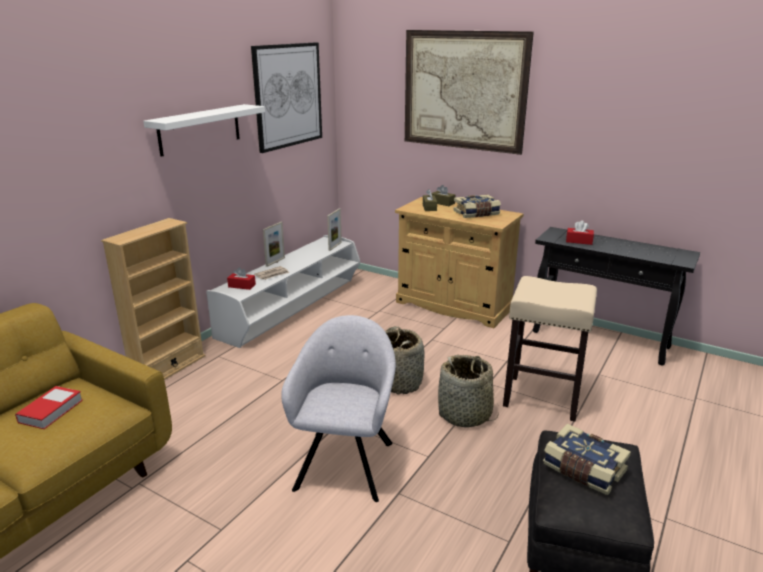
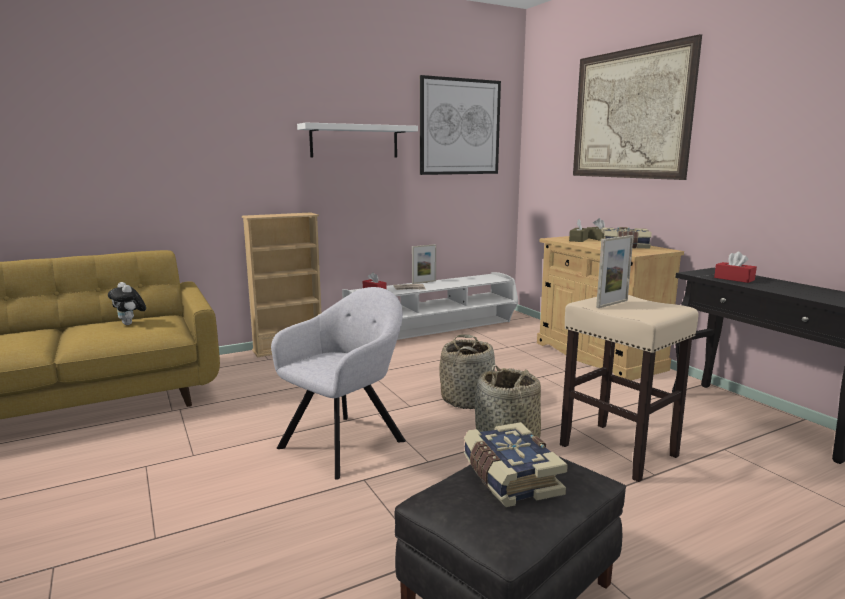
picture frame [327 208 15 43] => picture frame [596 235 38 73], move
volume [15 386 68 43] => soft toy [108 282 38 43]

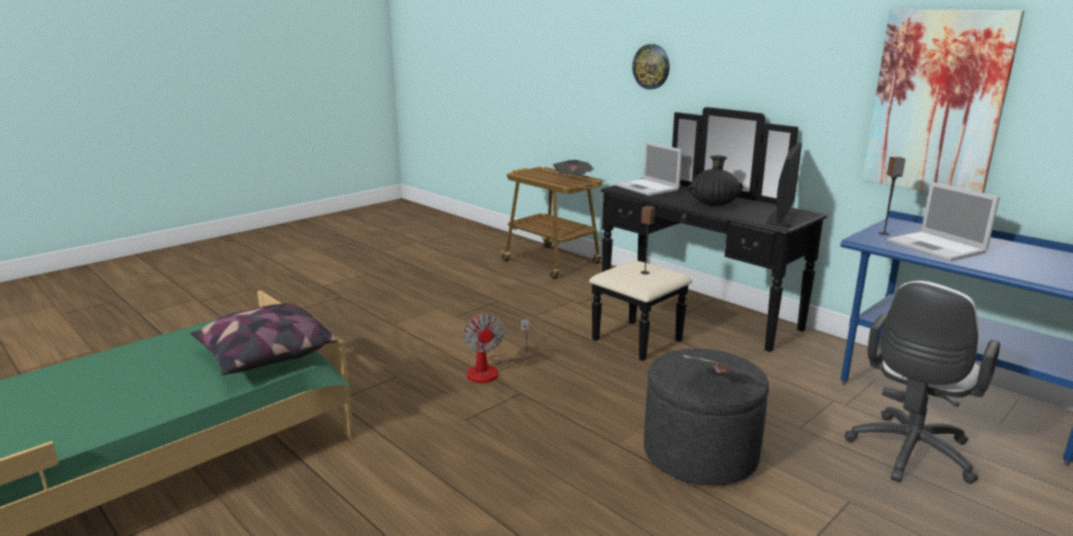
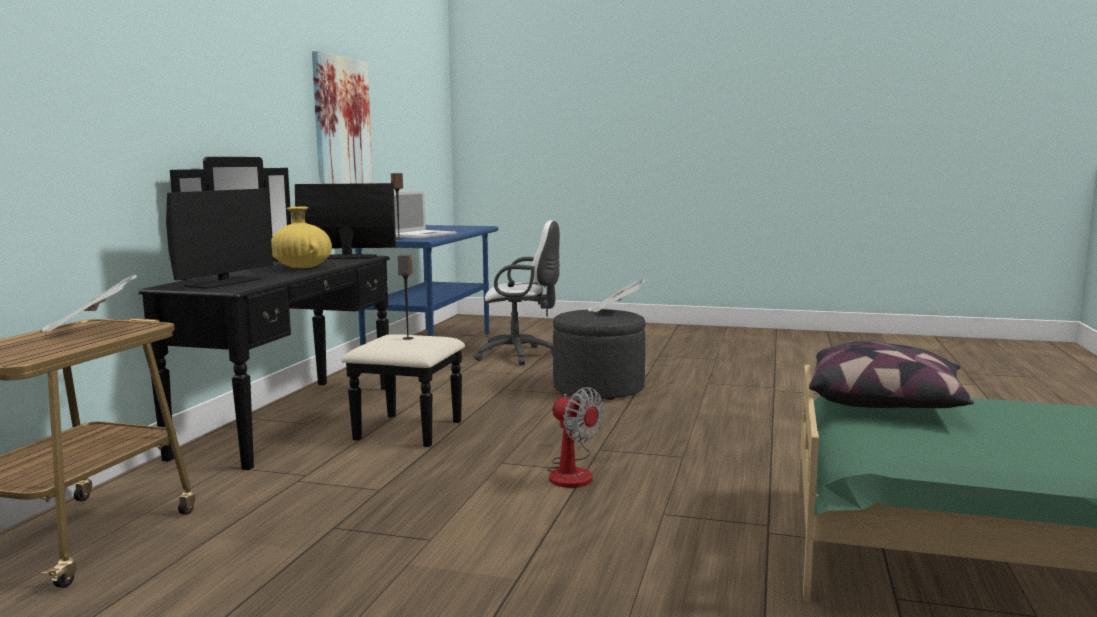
wall clock [632 44 37 46] => nothing
portable computer [615 142 67 54] => computer display [166 188 107 101]
black-coloured vase [687 155 56 51] => yellow vase [271 207 61 61]
fan [463 314 66 69] => fan [547 387 57 101], 90 degrees clockwise

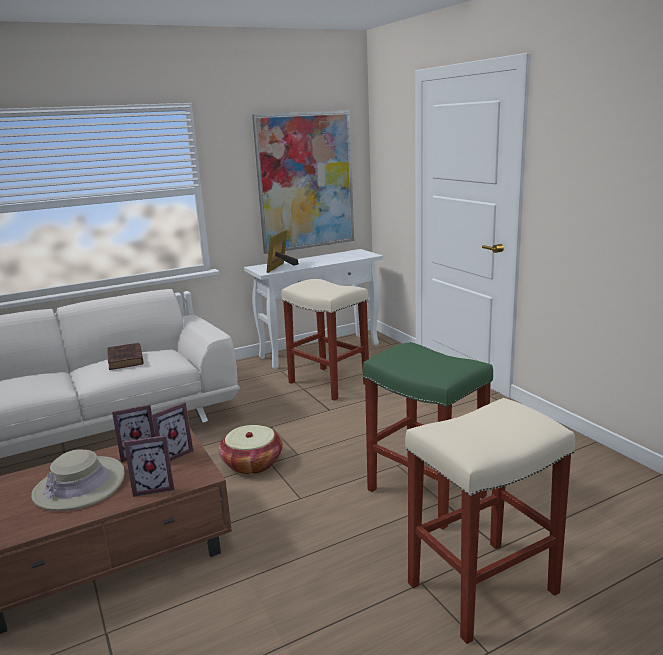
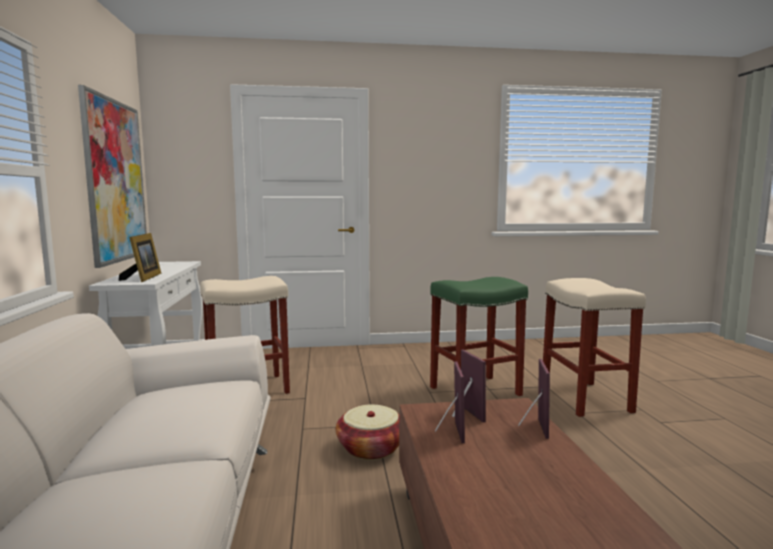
beige-coloured clothing hat [31 449 94 62] => nothing
brown volume [107 343 36 27] => nothing
picture frame [267 230 32 43] => picture frame [119 233 42 49], 135 degrees counterclockwise

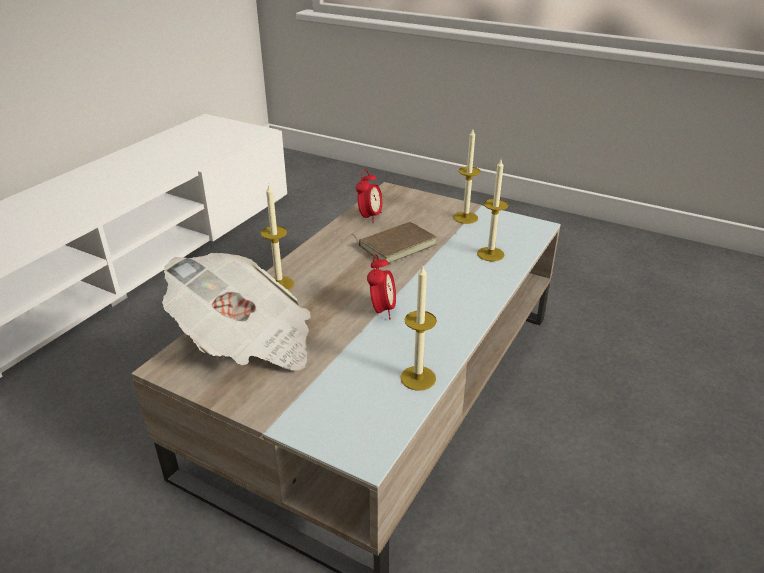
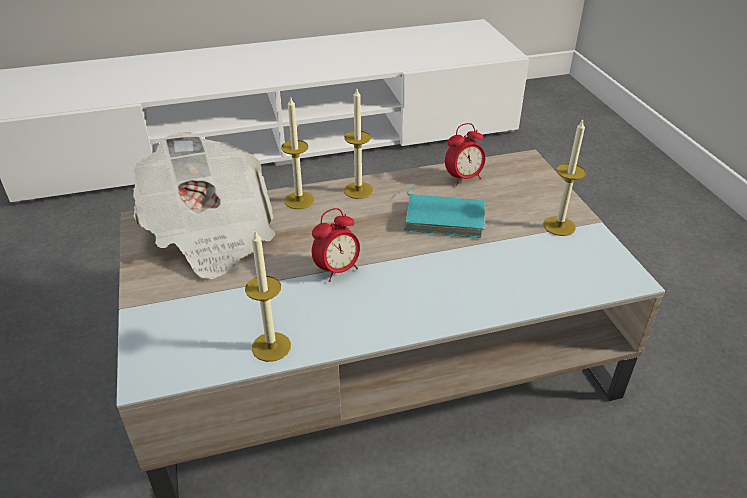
wax light [477 160 31 101] => wax light [344 89 29 110], move
brown volume [351 222 86 42] => blue-green volume [403 186 82 52]

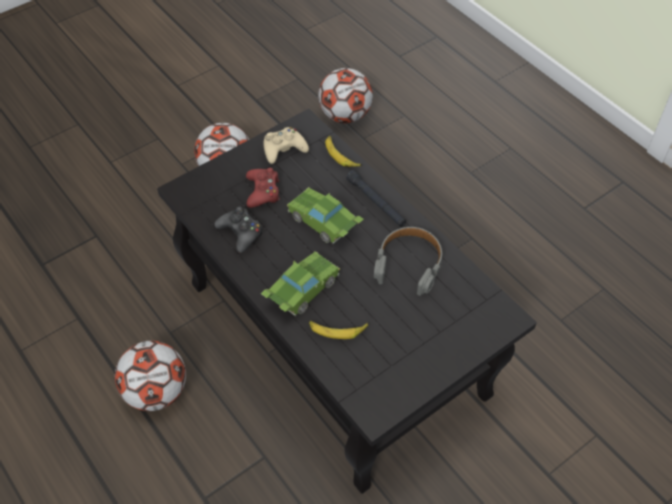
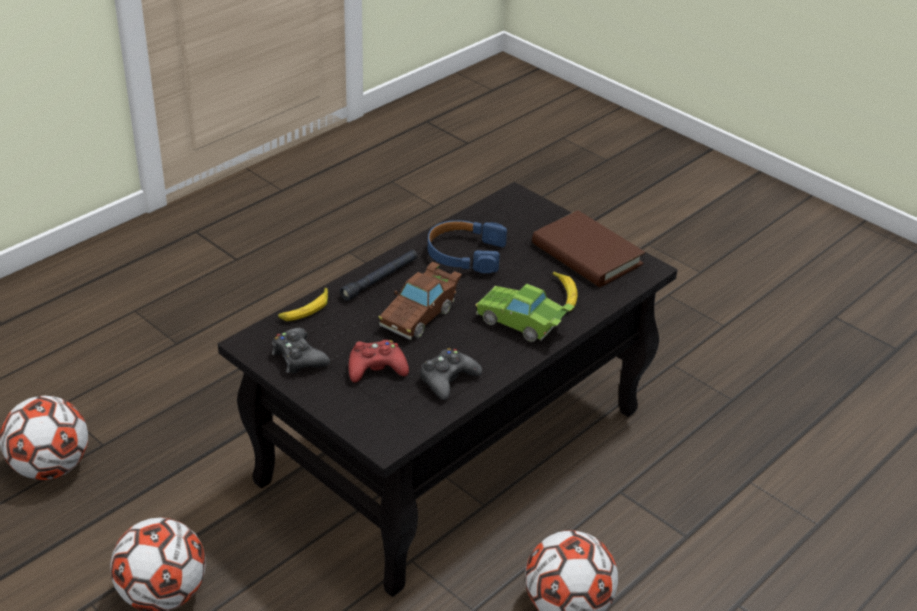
nothing => brown volume [532 210 113 77]
beige-coloured gamepad [263 127 46 37] => black-coloured gamepad [272 328 58 45]
green toy car [287 187 77 57] => brown toy car [378 262 84 78]
gray headset [374 227 68 69] => blue headset [428 220 79 54]

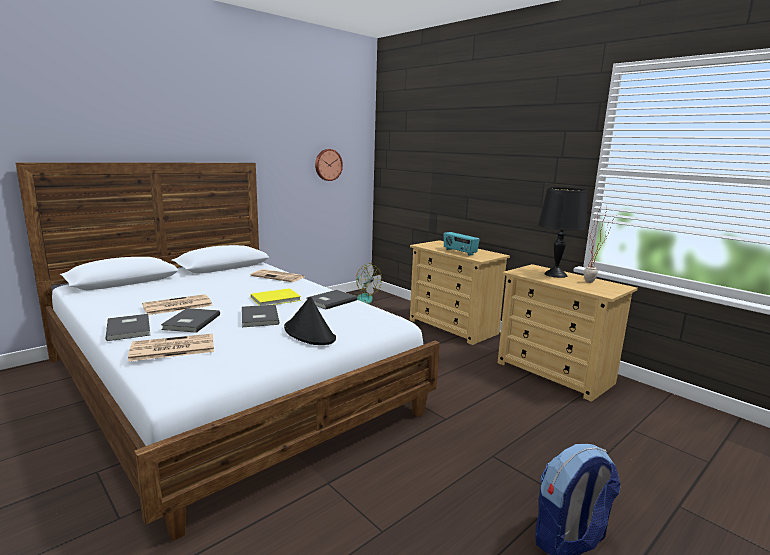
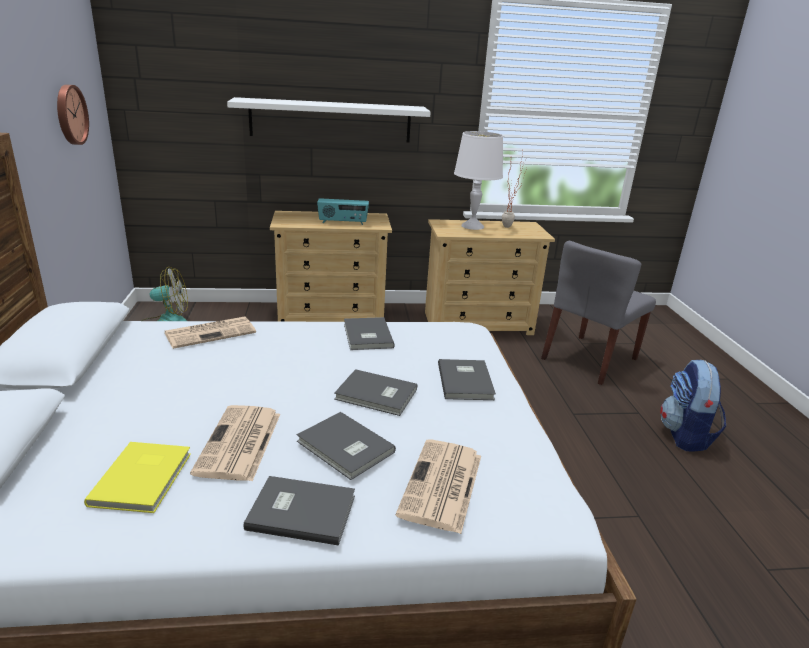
nothing => white-coloured bracket shelf [227 97 204 45]
nothing => gray chair [541 241 115 144]
yellow volume [251 288 50 18] => yellow volume [84 442 107 71], move
black-coloured clothing hat [284 296 52 49] => gray volume [438 359 58 41]
black-coloured lamp for a table [538 187 49 91] => white-coloured lamp for a table [454 131 49 99]

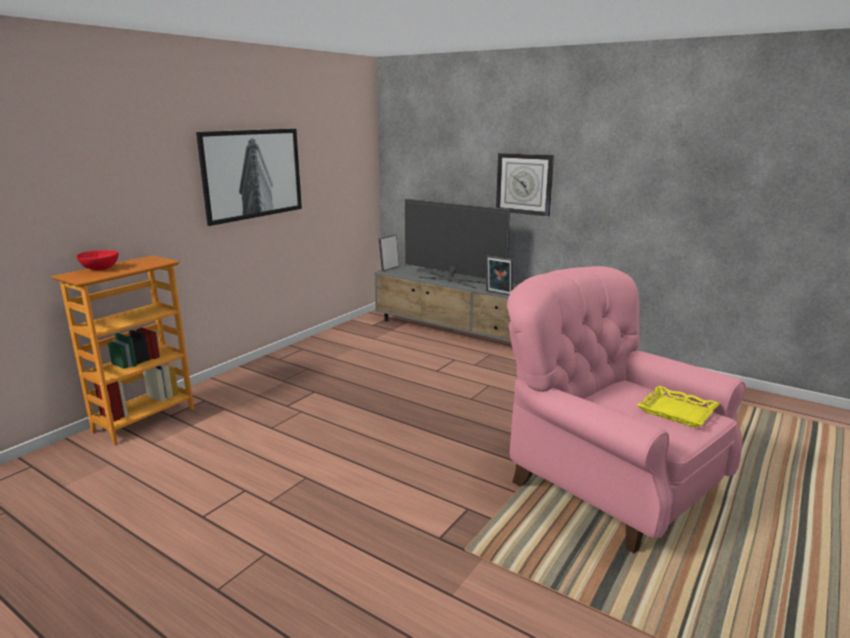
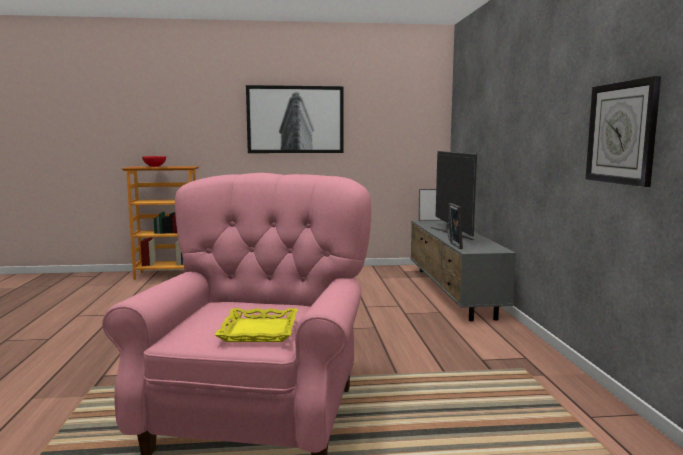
wall clock [496 153 58 64] => wall clock [586 76 75 111], move

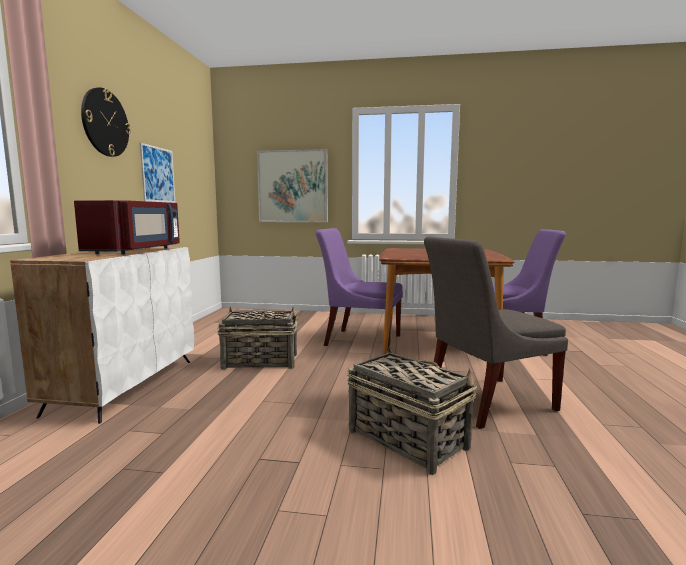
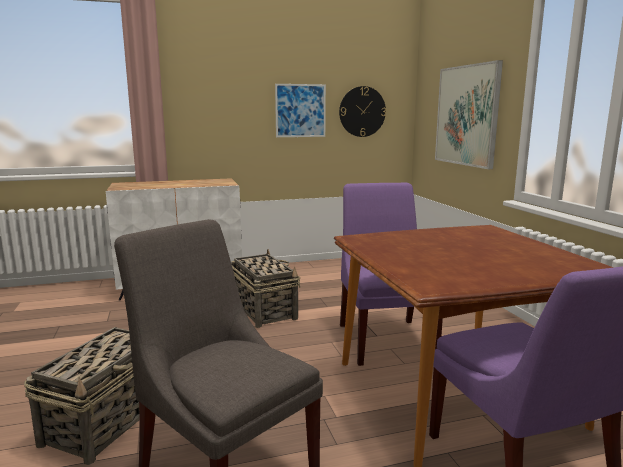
red-coloured kitchen microwave [74 200 106 55] => nothing
wall clock [81 87 50 70] => wall clock [339 86 47 51], move

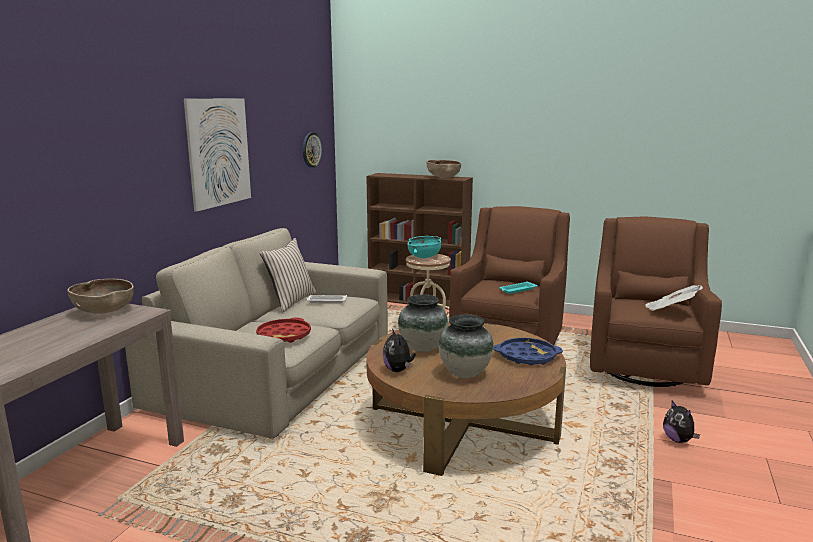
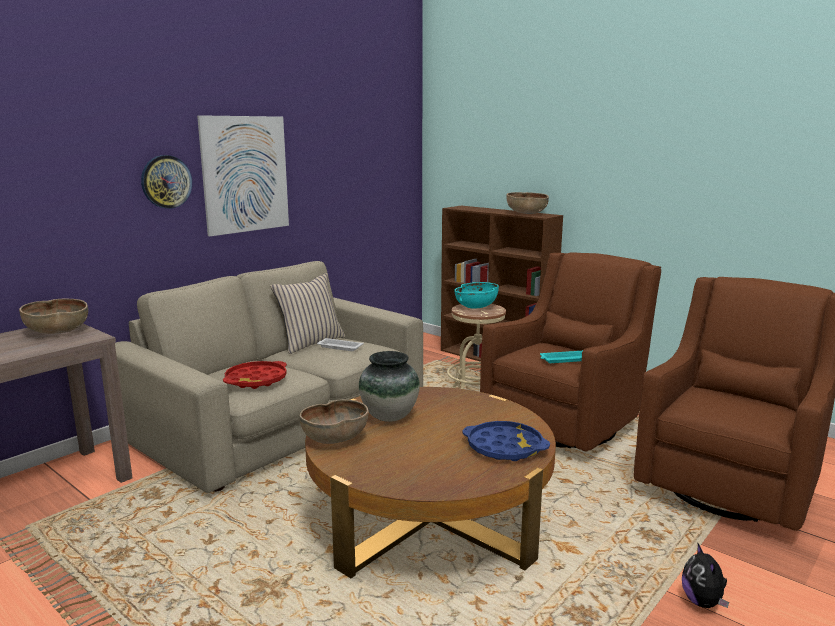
vase [438 314 56 64] => nothing
daily paper [646 285 57 26] => nothing
wall clock [303 132 19 36] => wall clock [141 155 51 54], move
soft toy [383 328 33 44] => brown deep dish [300 400 69 44]

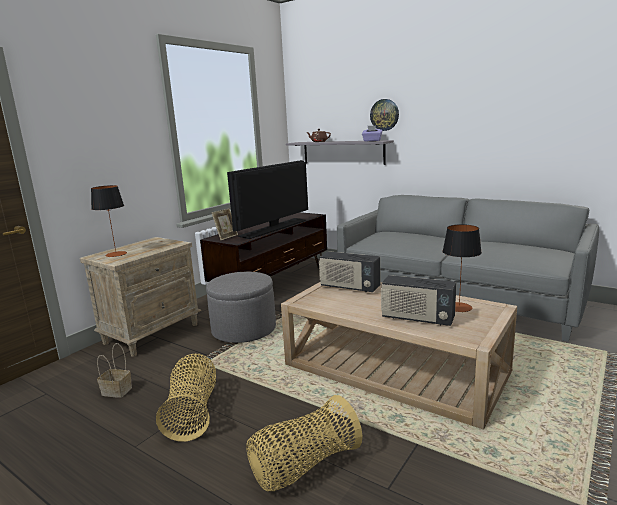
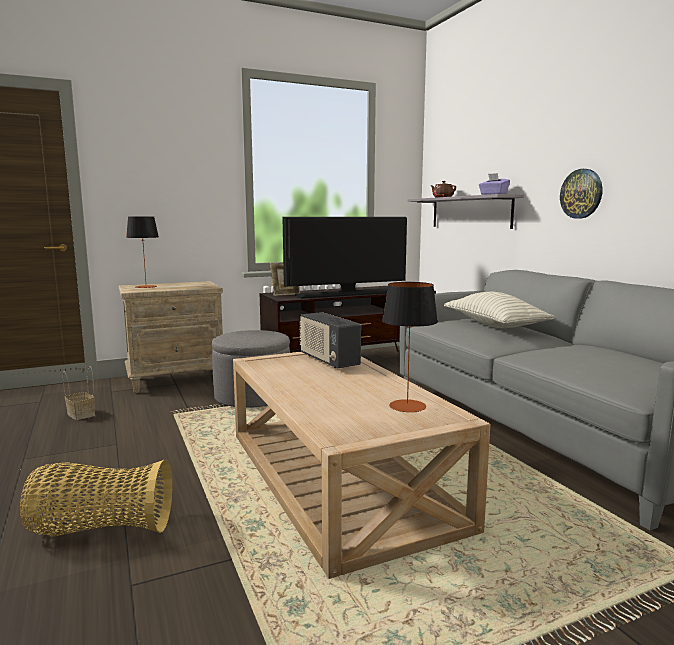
basket [156 354 60 88] => nothing
radio receiver [381 275 75 51] => nothing
nothing => throw pillow [444 292 111 36]
wall clock [370 99 29 32] => wall clock [560 169 42 50], move

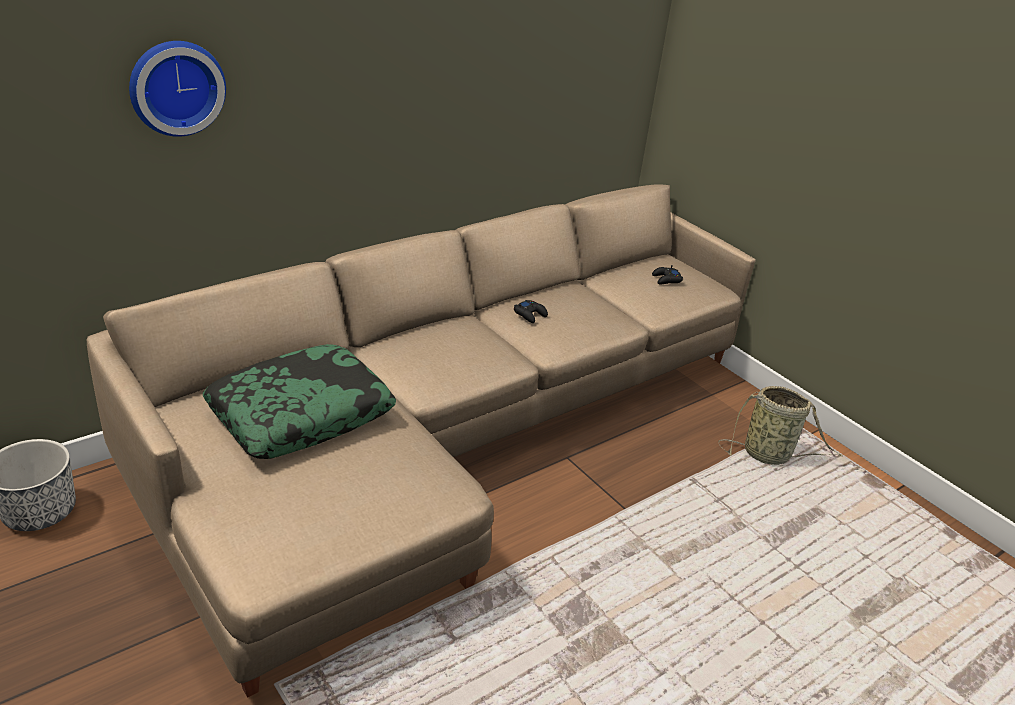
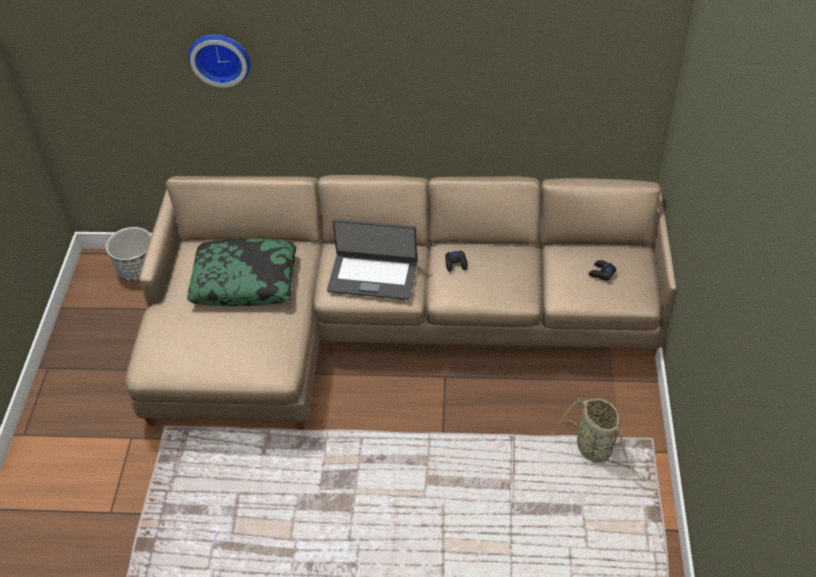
nothing => portable computer [327 219 90 81]

